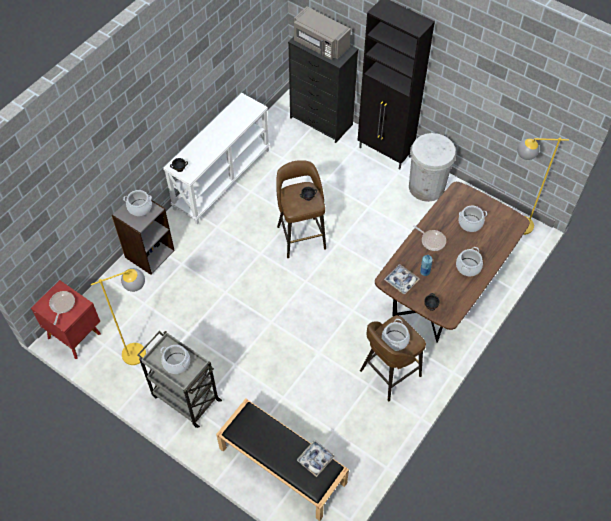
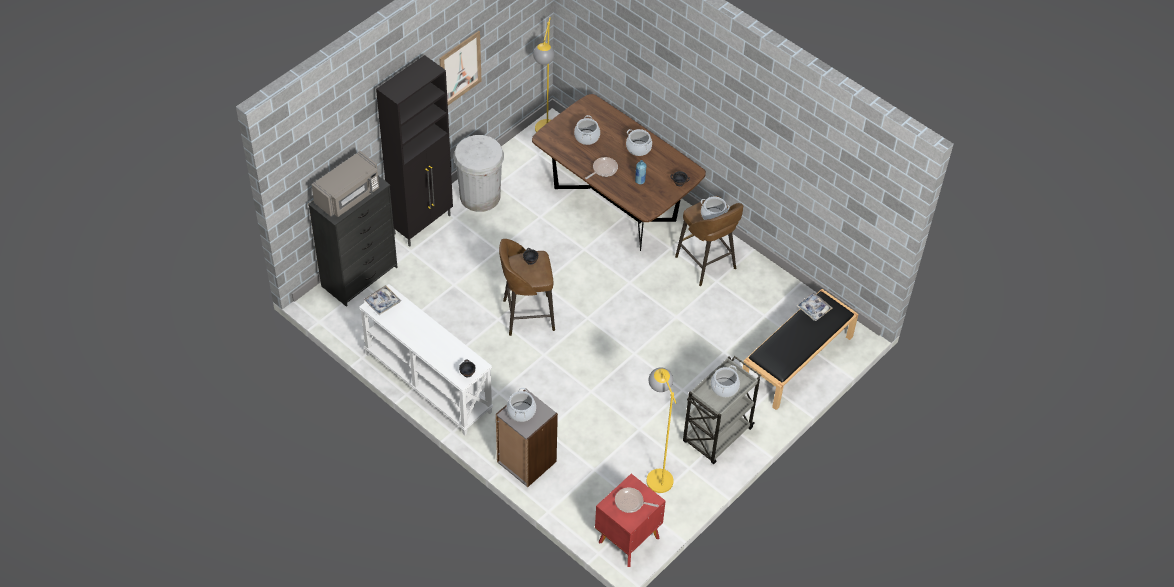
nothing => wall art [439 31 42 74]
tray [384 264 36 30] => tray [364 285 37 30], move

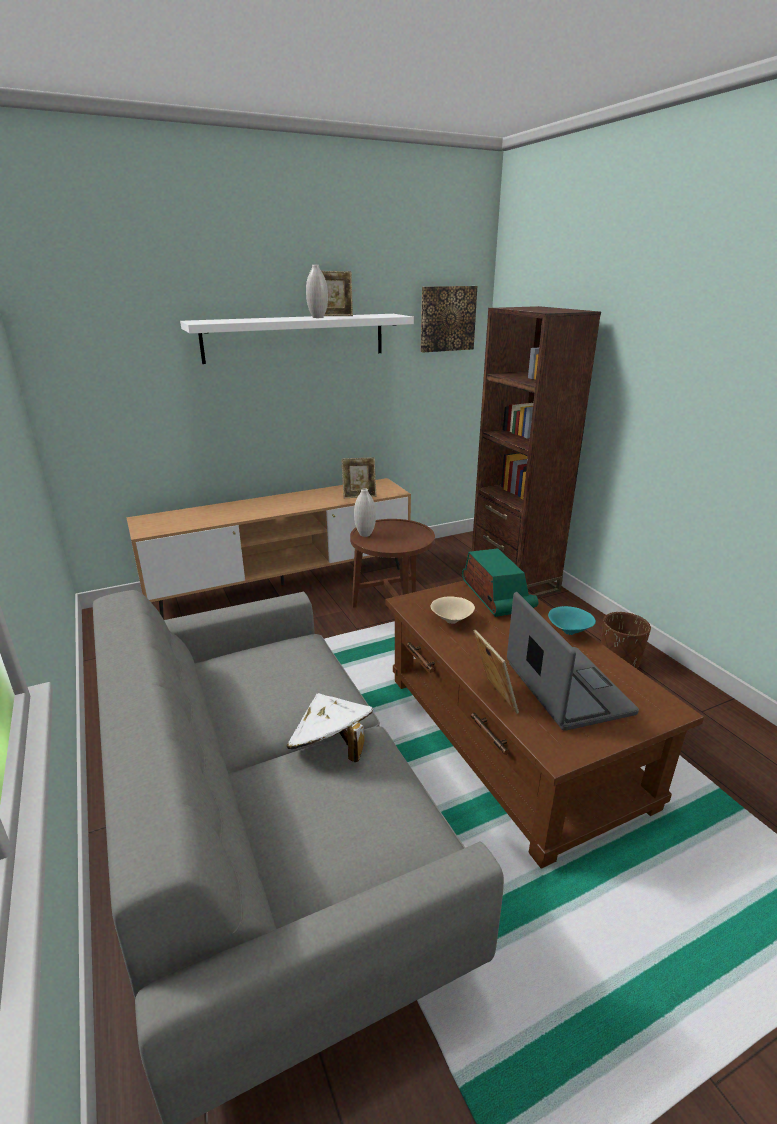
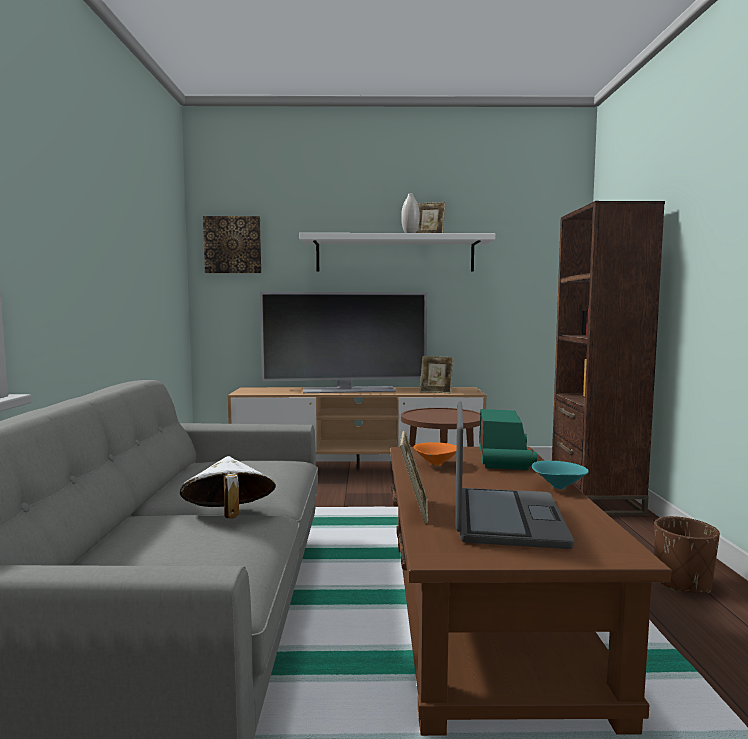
white-coloured vase [354 488 22 49] => nothing
nothing => TV [260 292 167 101]
wall art [420 286 57 66] => wall art [203 216 58 57], move
beige-coloured deep dish [430 596 45 28] => orange deep dish [413 442 43 24]

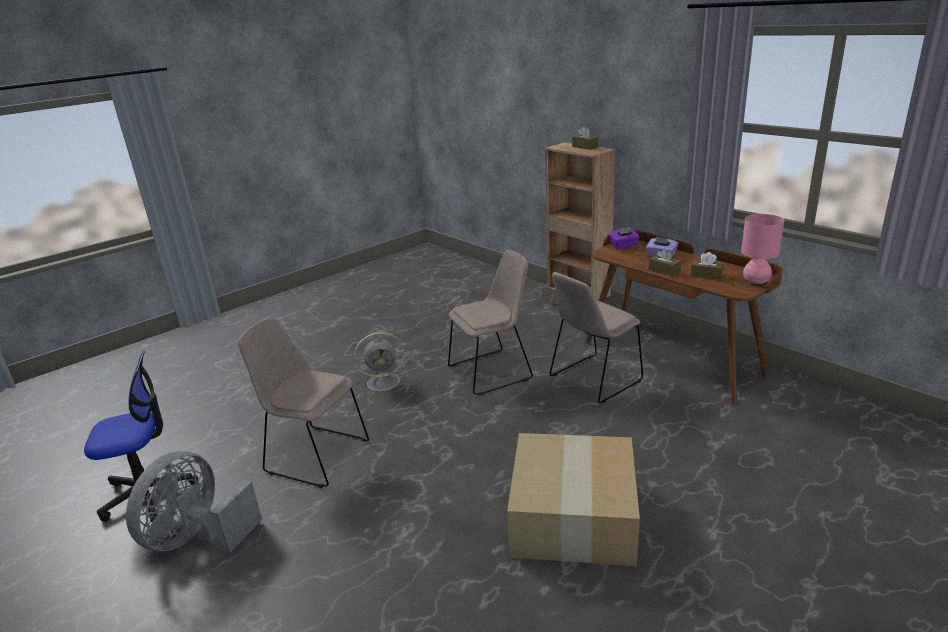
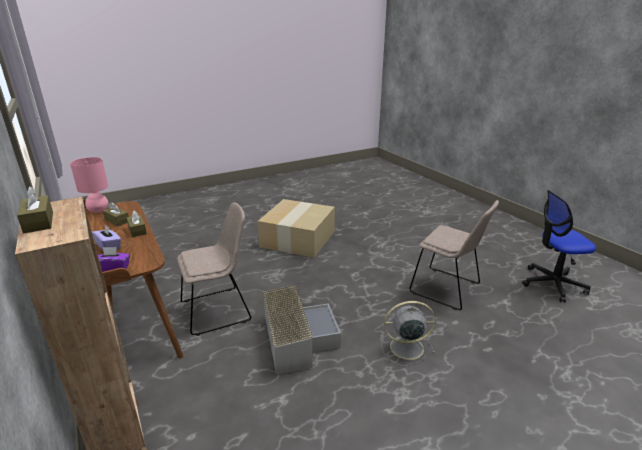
gray fan [126 451 136 102] => nothing
beige-coloured chair [448 250 85 146] => gray storage box [263 285 78 89]

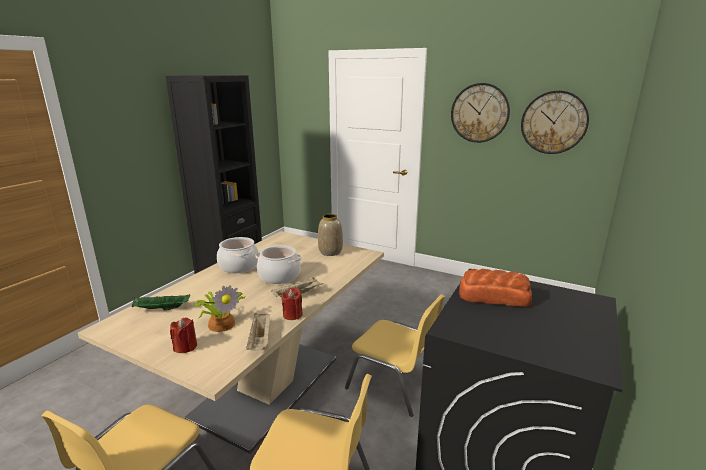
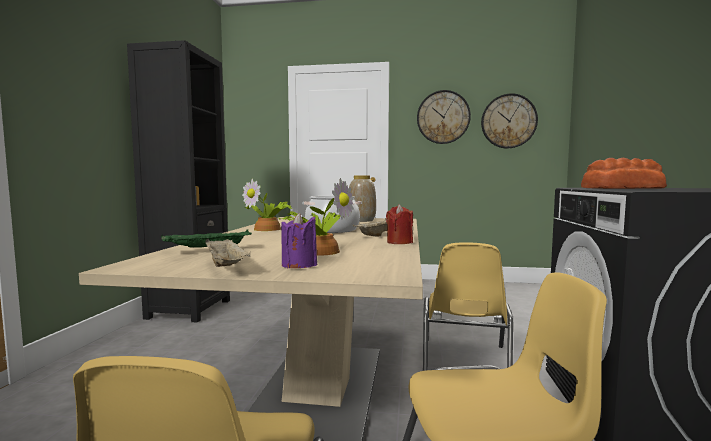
beige-coloured tray [246 313 24 38] => beige-coloured tray [205 239 45 28], move
saucepot [217 237 42 36] => plant in a pot [242 179 50 52]
red-coloured wax light [170 318 27 35] => purple wax light [281 213 36 55]
yellow chair [345 294 100 123] => yellow chair [423 242 90 129], 90 degrees clockwise

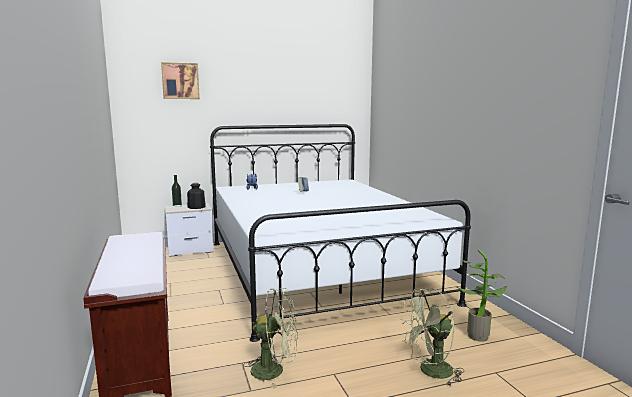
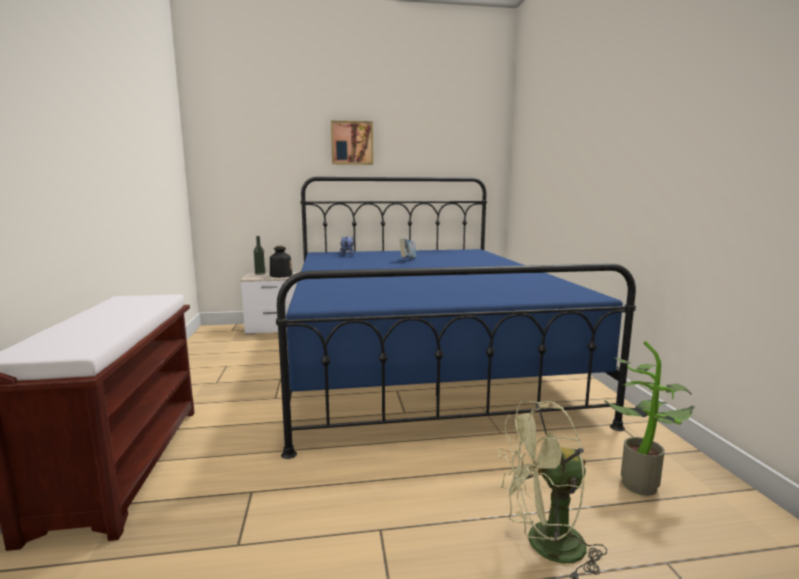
green fan [243 288 55 100] => nothing
wall art [161 62 39 37] => wall art [331 121 42 44], move
white-coloured bedroom bed [210 124 261 218] => blue bedroom bed [276 177 360 282]

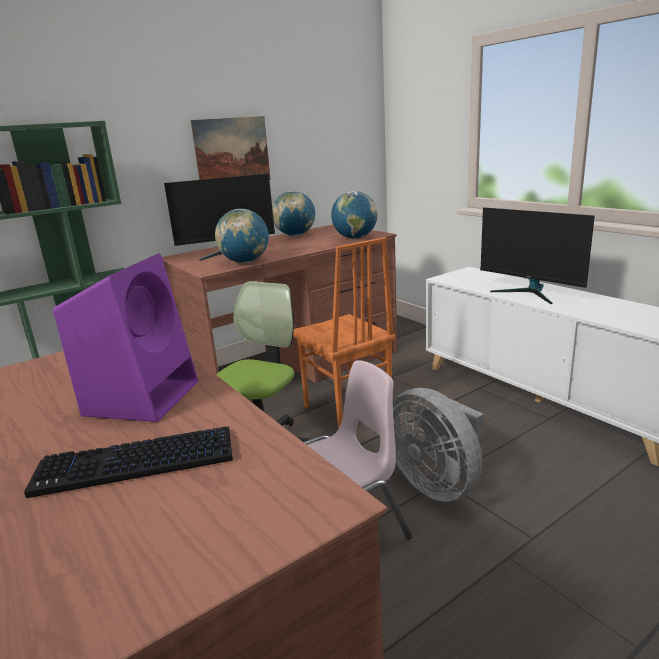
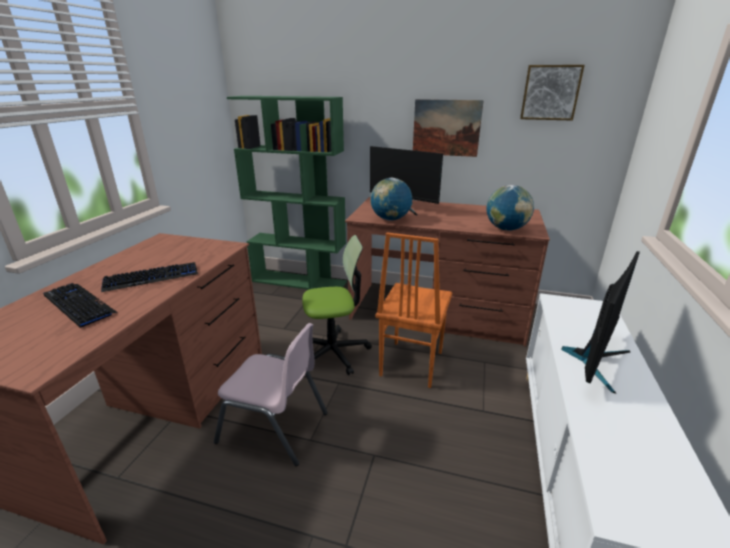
world globe [272 191 43 45] => nothing
gray fan [393 388 91 114] => nothing
nothing => wall art [520 65 65 56]
purple audio speaker [53 253 145 169] => PC keyboard [101 262 97 30]
computer display [480 207 115 97] => computer display [561 251 79 142], 150 degrees counterclockwise

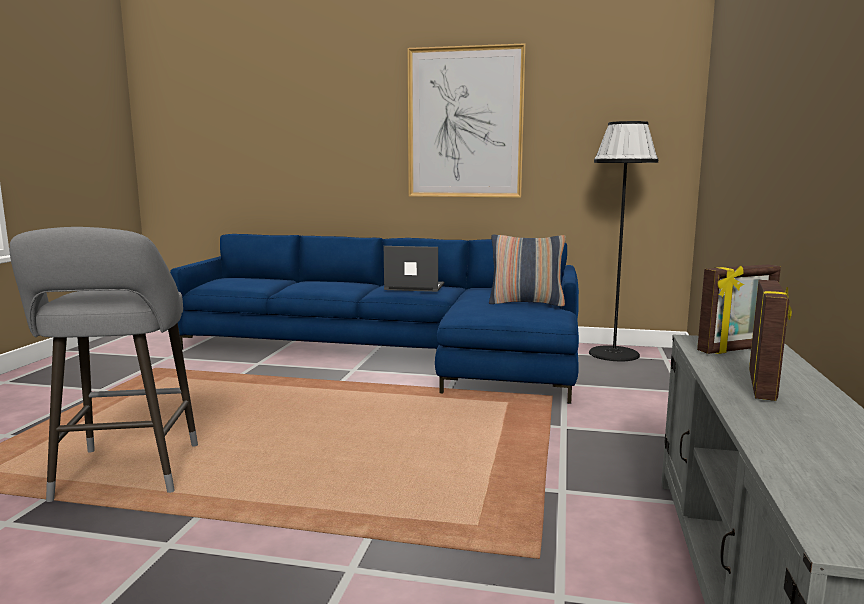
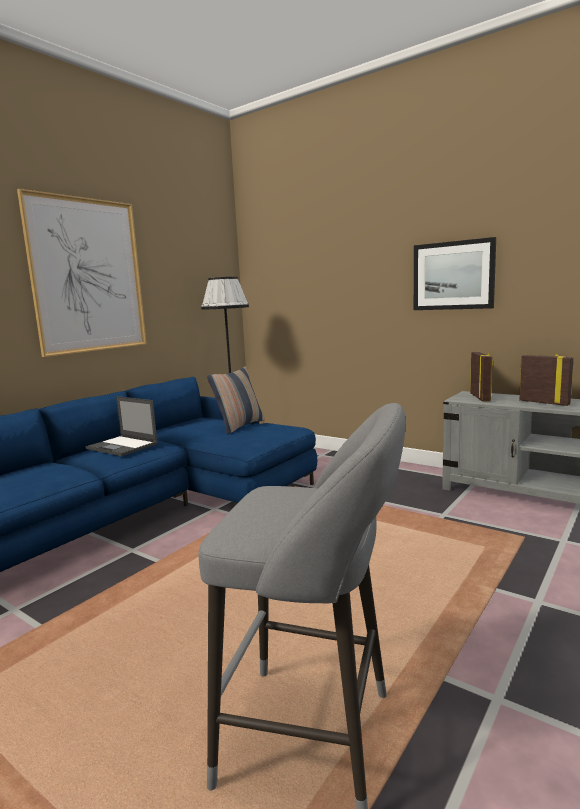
nothing => wall art [414 237 82 73]
portable computer [384 246 60 46] => portable computer [85 396 73 60], 90 degrees counterclockwise

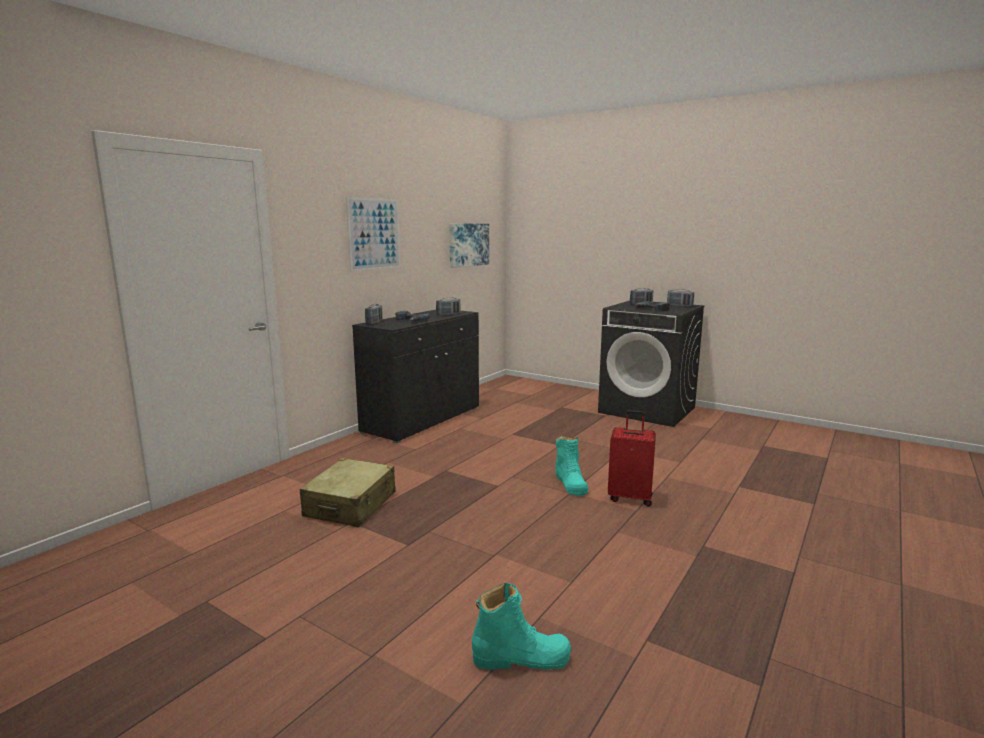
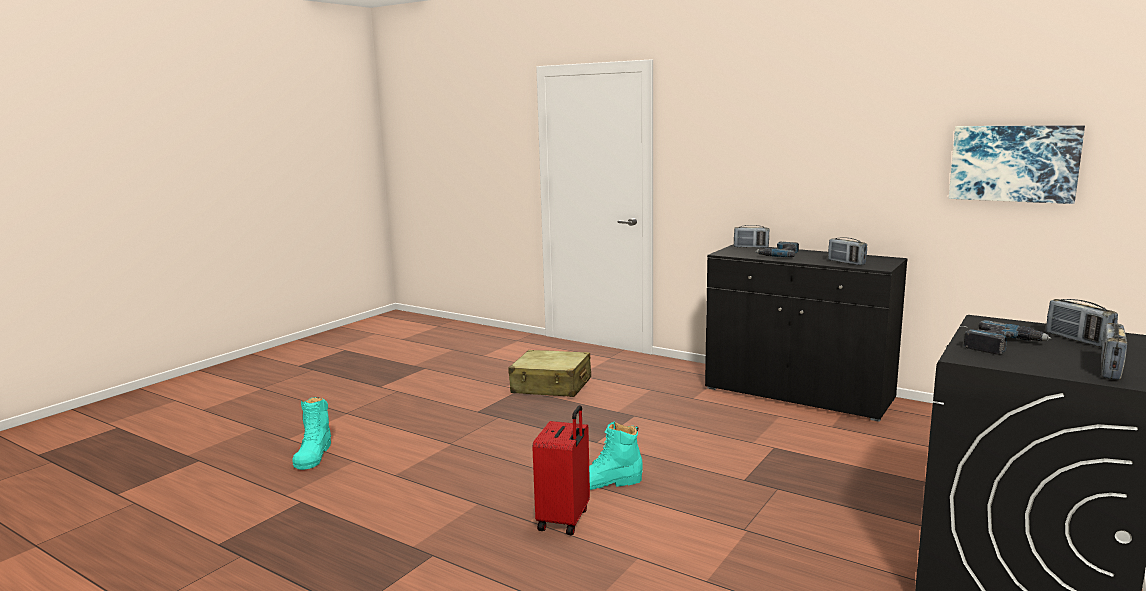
wall art [346 197 55 75] => nothing

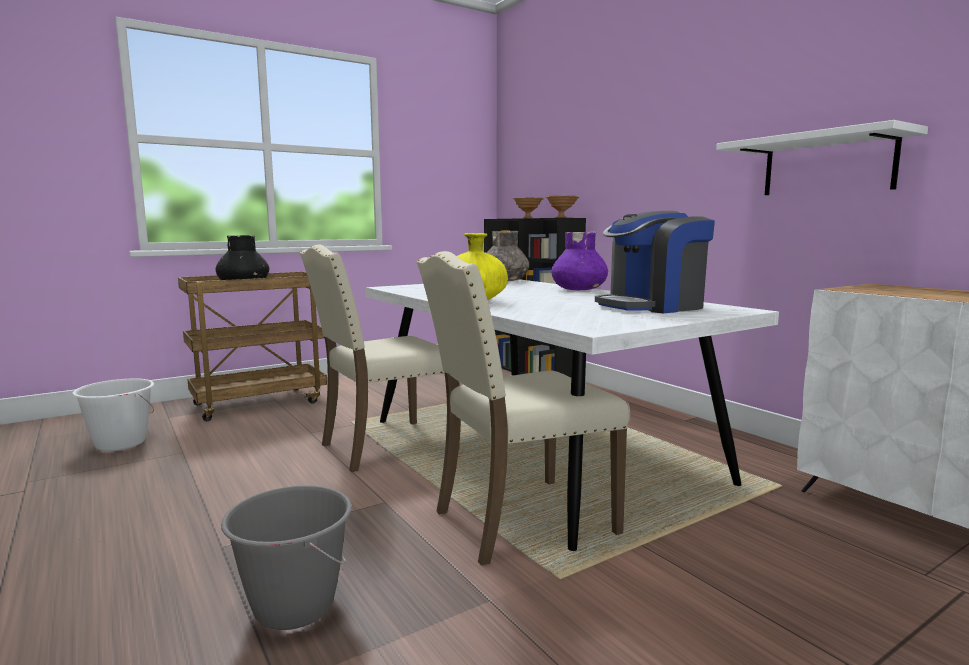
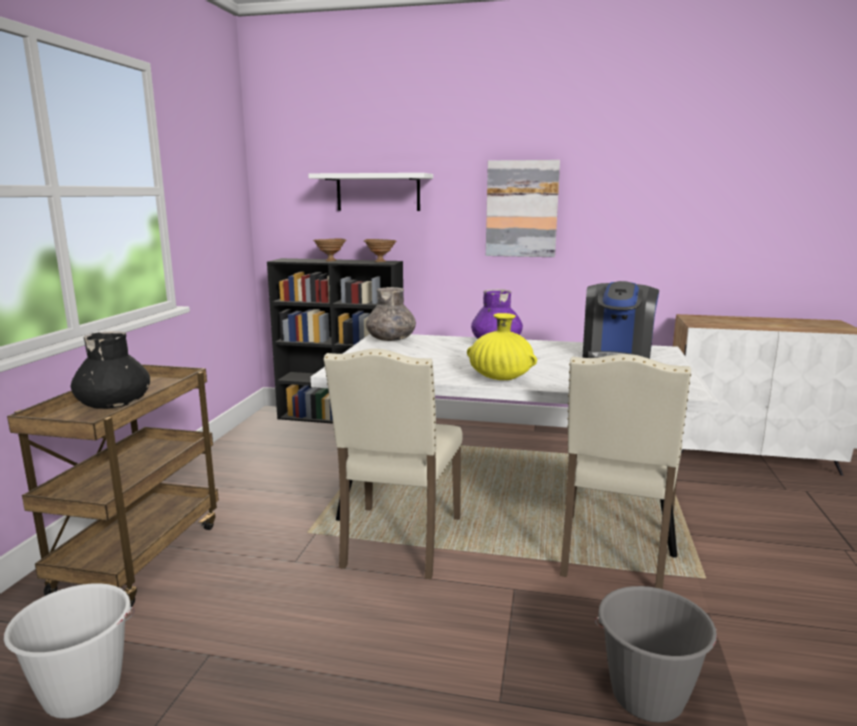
nothing => wall art [486 160 74 97]
white-coloured bracket shelf [716 120 212 75] => white-coloured bracket shelf [308 173 125 38], move

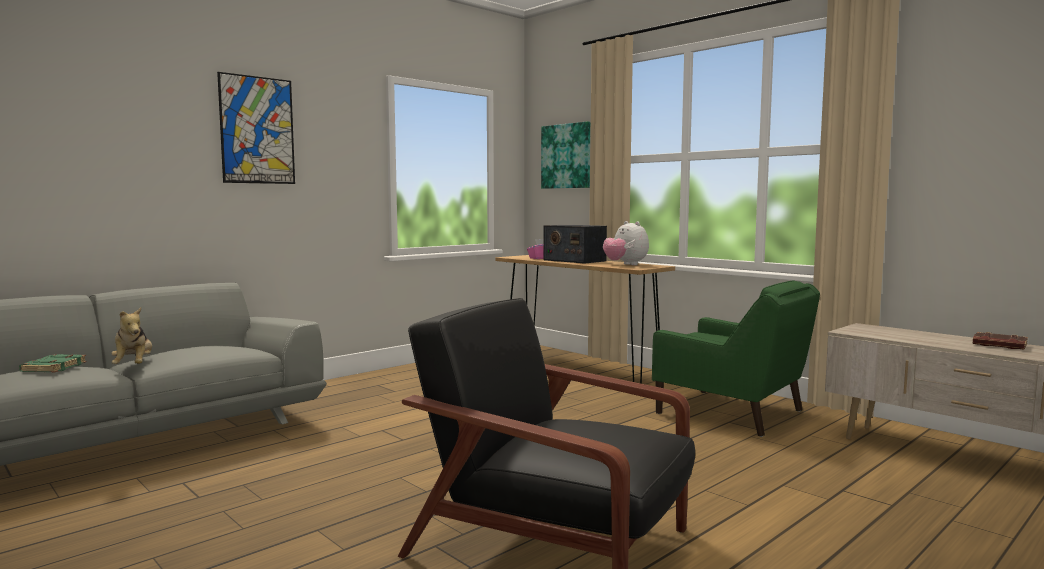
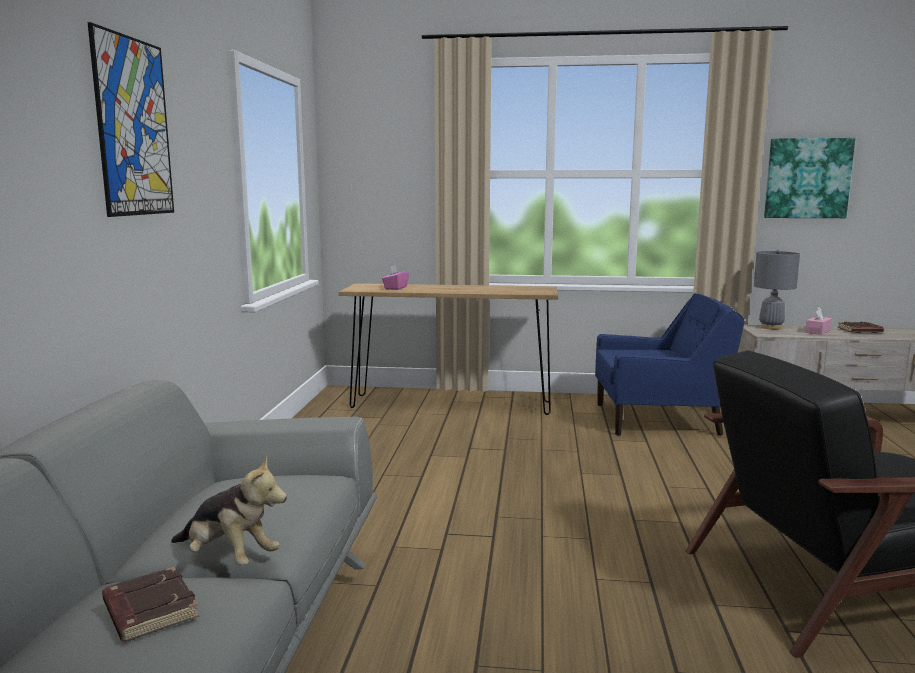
radio receiver [543 225 64 39] => nothing
soft toy [603 221 46 44] => nothing
nothing => gray lamp for a table [754 250 46 79]
nothing => pink tissue holder [805 307 27 28]
wall art [541 121 49 68] => wall art [764 138 91 80], move
green volume [19 354 68 18] => brown volume [102 567 97 75]
green armchair [652 280 168 157] => blue armchair [595 293 149 143]

